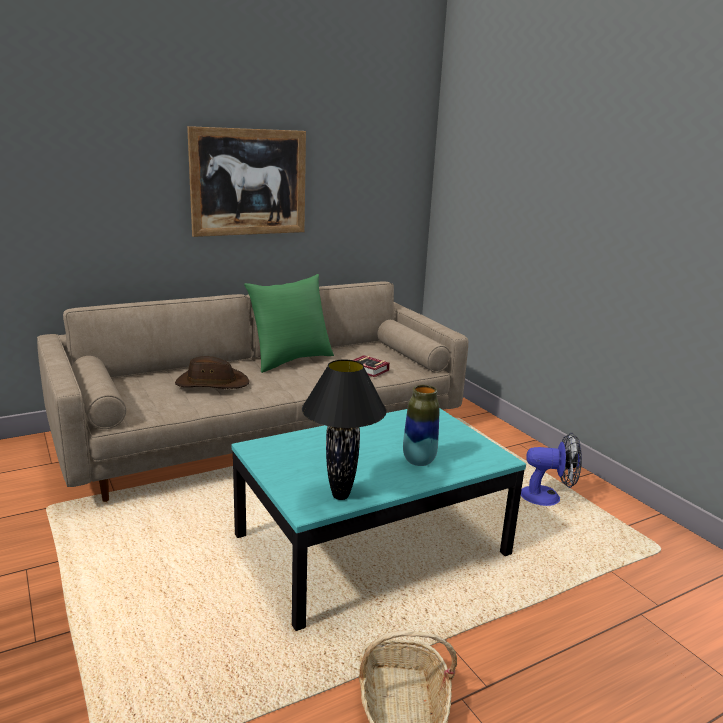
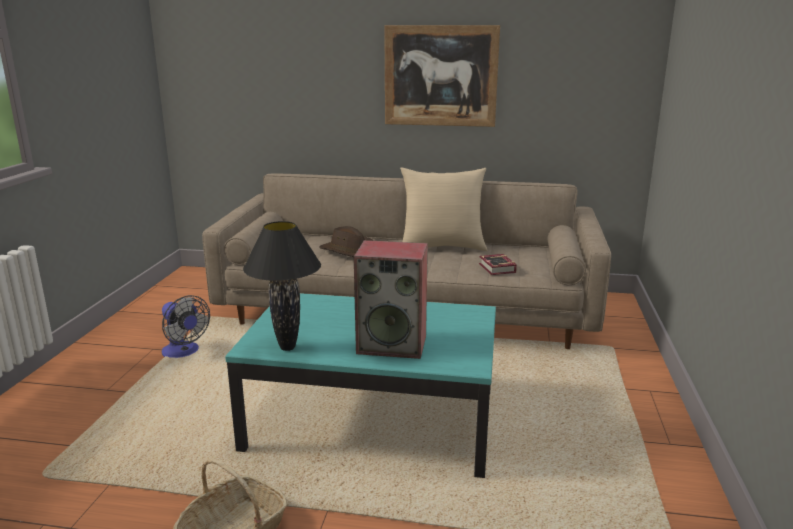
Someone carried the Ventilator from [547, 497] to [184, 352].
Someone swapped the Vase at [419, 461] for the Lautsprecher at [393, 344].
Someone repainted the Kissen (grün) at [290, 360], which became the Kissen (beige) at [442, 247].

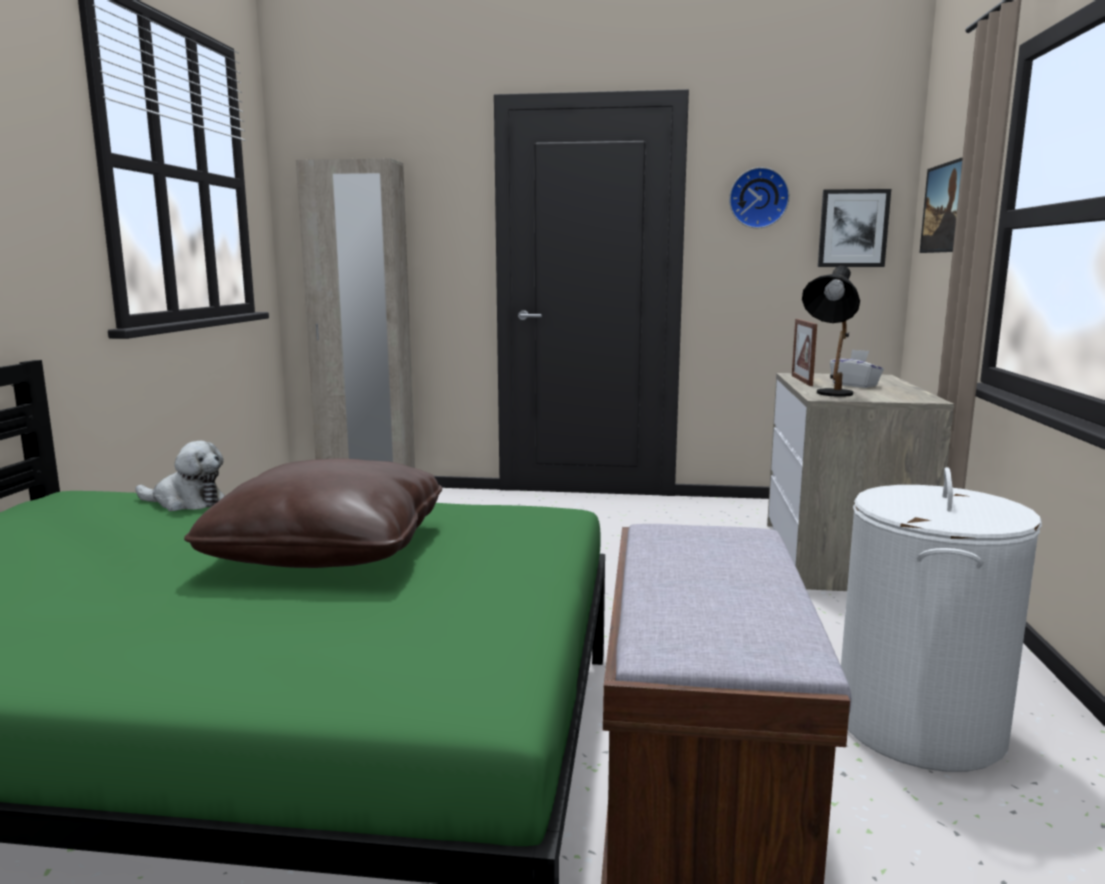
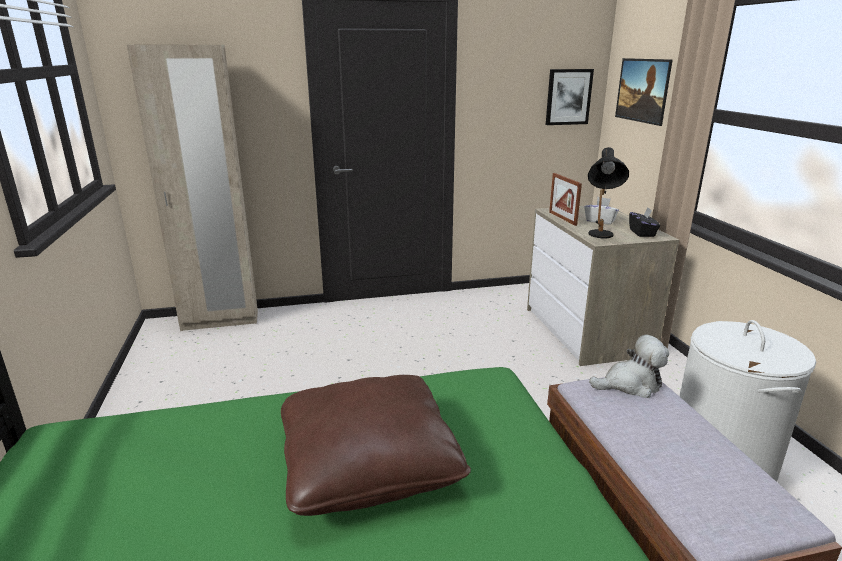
Someone carried the Plüschtier from [185, 502] to [630, 384].
Someone put down the Taschentuchbox (schwarz) at [642, 233].
Someone took away the Wanduhr at [758, 198].

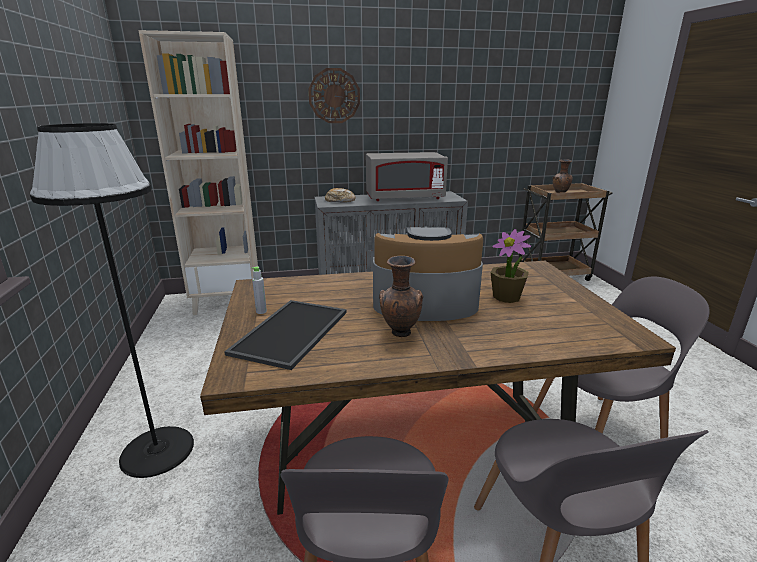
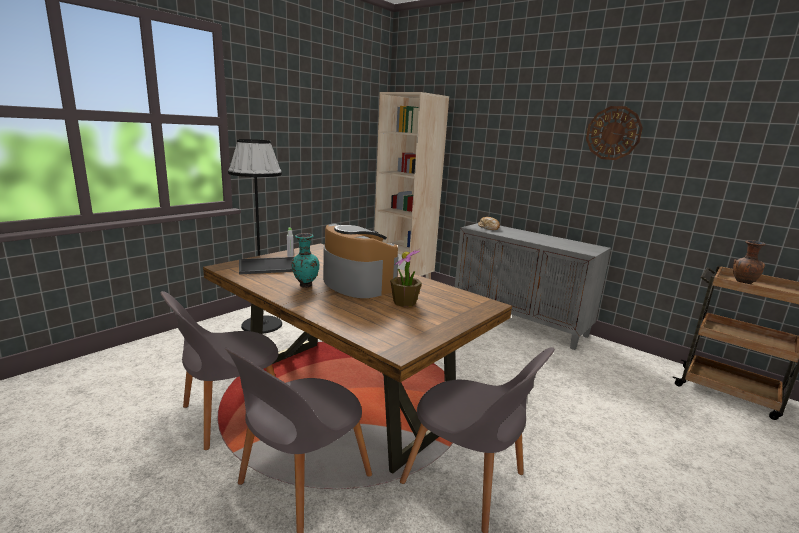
Someone repainted the Vase (braun) at [399, 333], which became the Vase (türkis) at [305, 285].
Someone carried the Wanduhr from [334, 96] to [613, 133].
Someone took away the Mikrowelle (grau) at [404, 198].

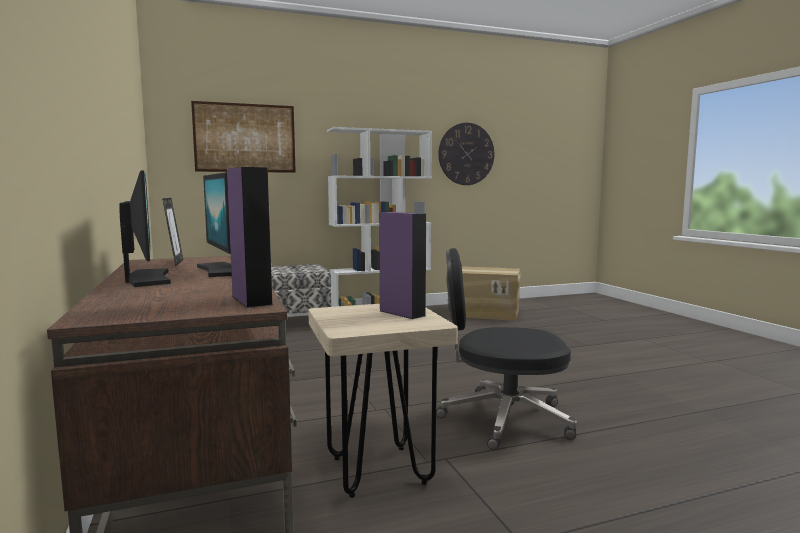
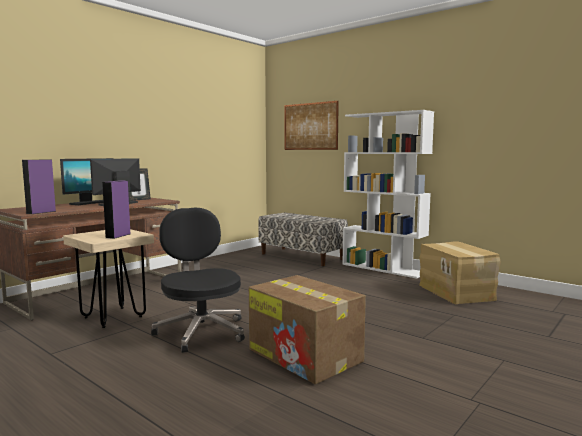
Someone put down the Karton at [306, 356].
Someone took away the Wanduhr at [466, 154].

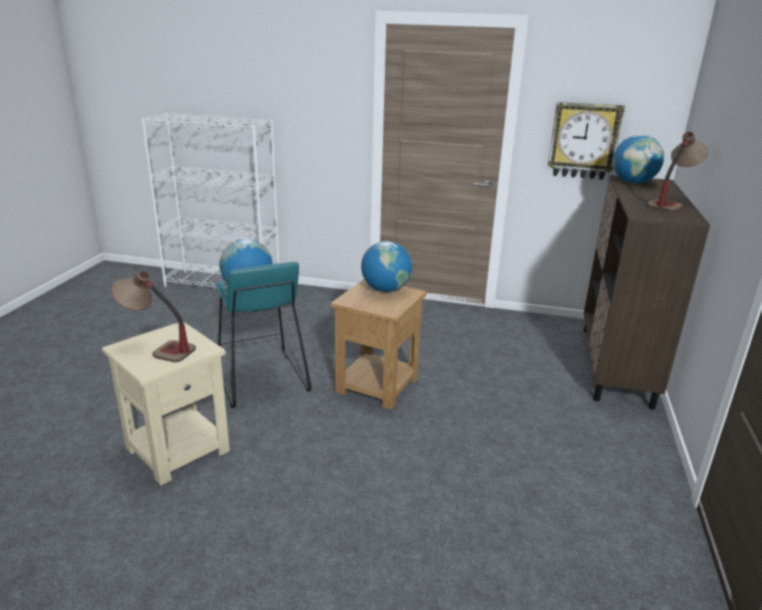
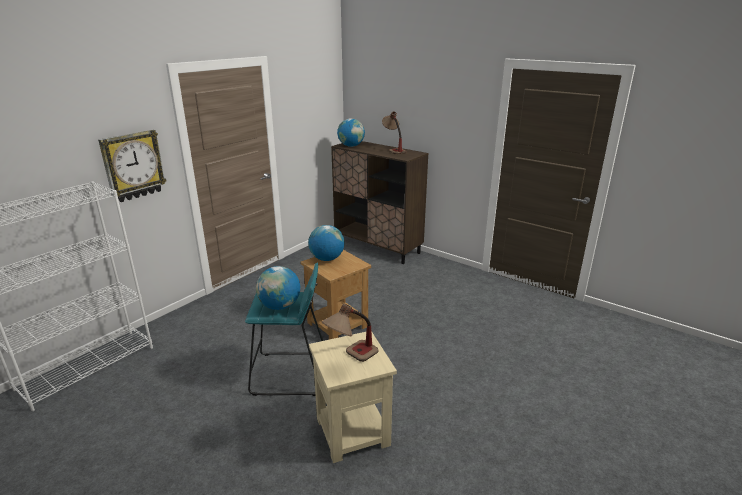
Someone carried the Wanduhr from [583, 141] to [133, 165].

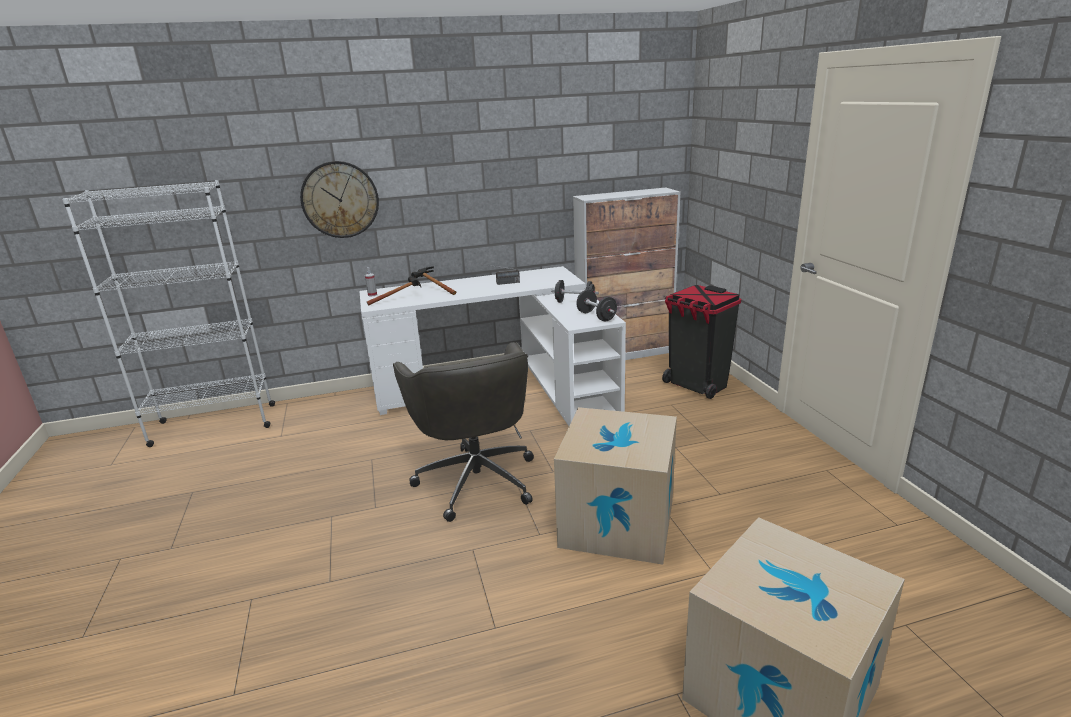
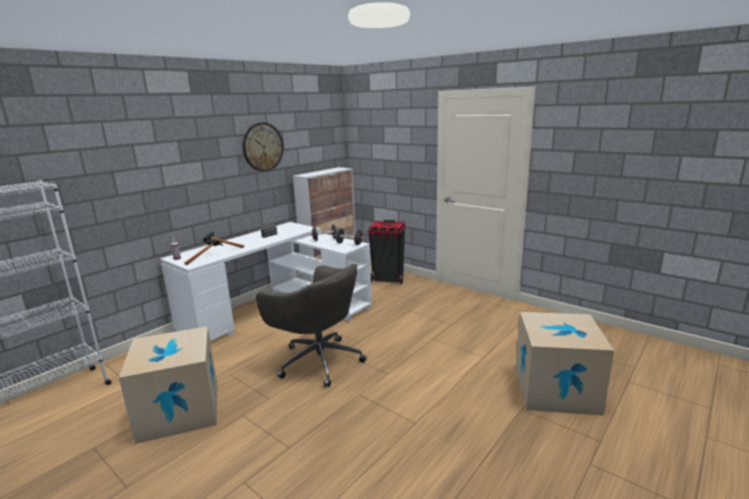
Someone carried the Karton from [617, 522] to [180, 410].
Someone carried the Wanduhr from [340, 199] to [262, 147].

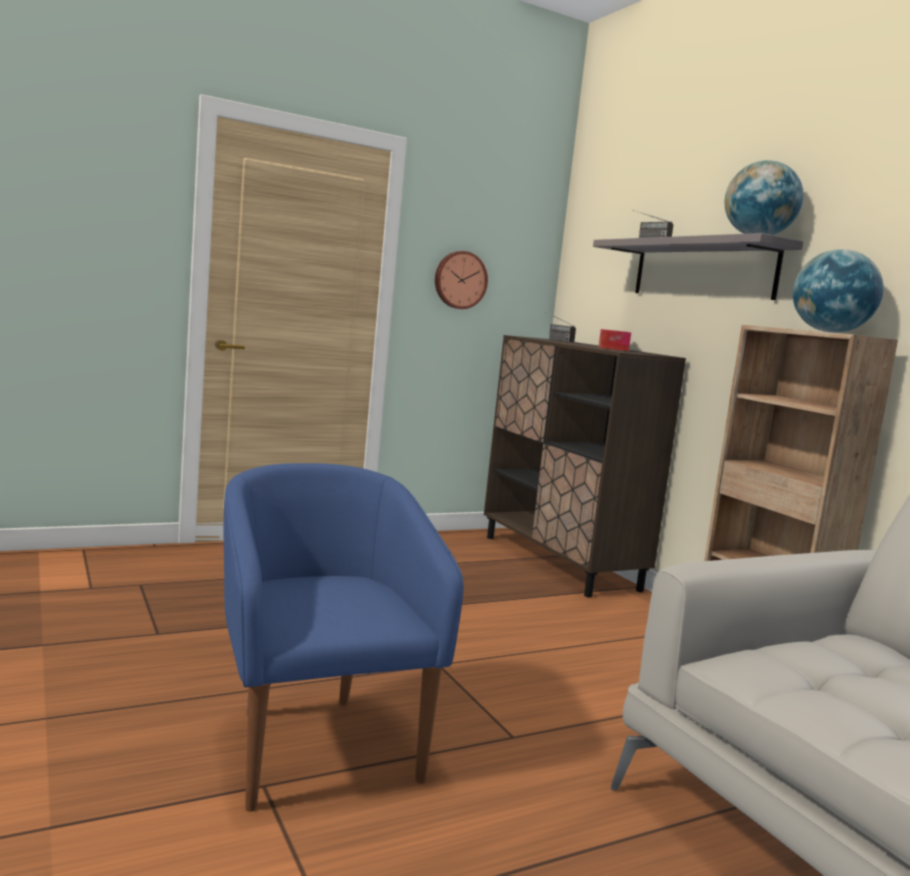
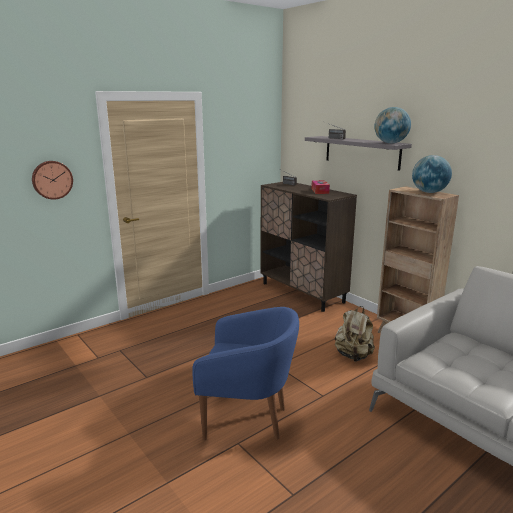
Someone carried the Wanduhr from [459, 280] to [52, 179].
Someone rotated the Sessel (blau) at [316, 745] by 135 degrees clockwise.
Someone put down the Rucksack (beige) at [353, 356].

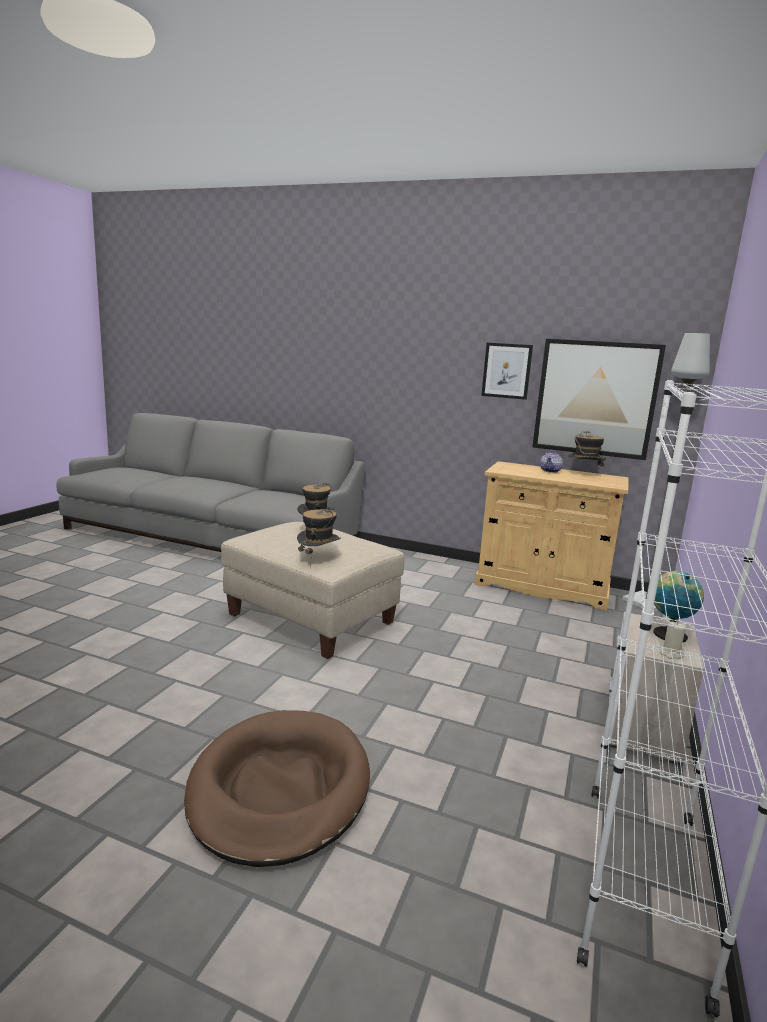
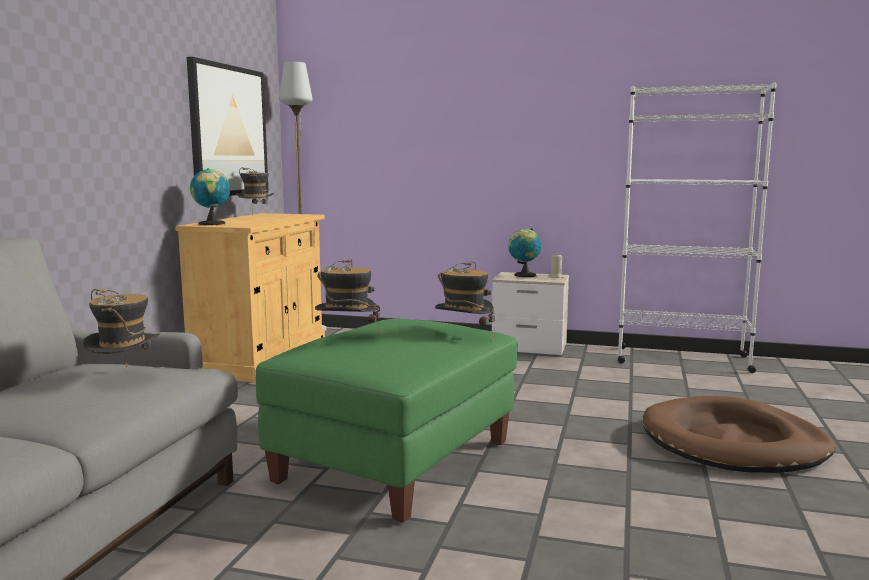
Someone put down the Hut at [125, 378].
Someone put down the Globus at [212, 224].
Someone repainted the Polsterhocker (beige) at [311, 620], which became the Polsterhocker (grün) at [396, 462].
Someone took away the Bild at [506, 371].
Someone took away the Teekanne at [550, 471].

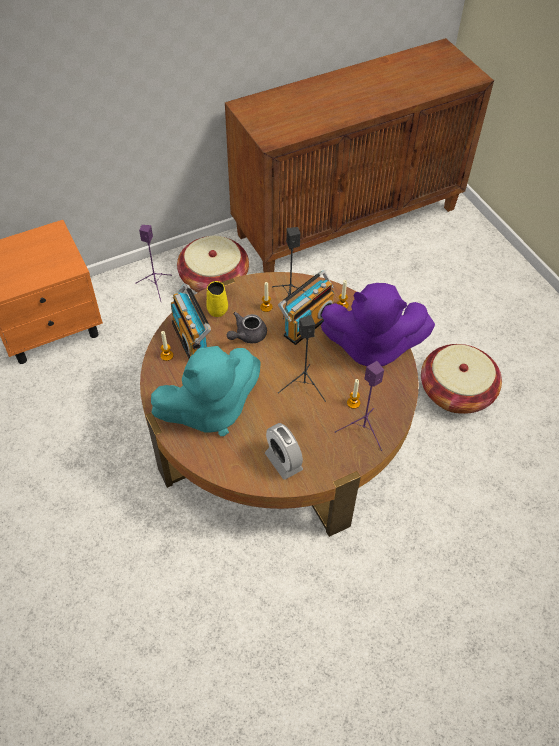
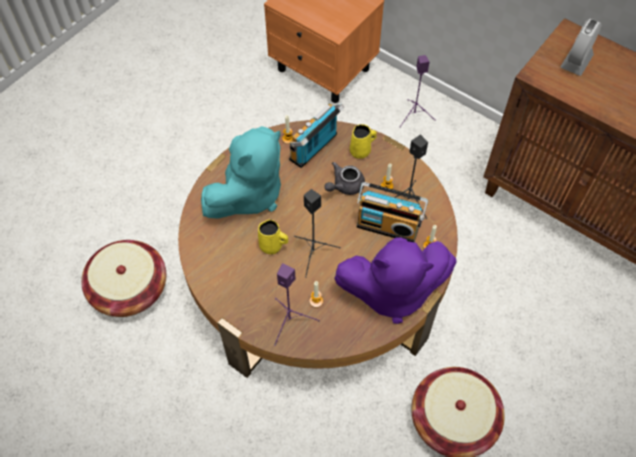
Someone carried the Korb from [214, 279] to [129, 289].
Someone rotated the Plüschtier (türkis) at [210, 410] by 90 degrees counterclockwise.
Someone put down the Henkelbecher (gelb) at [272, 246].
Someone rotated the Teekanne (grau) at [247, 335] by 60 degrees counterclockwise.
Someone rotated the Plüschtier (lila) at [371, 347] by 75 degrees counterclockwise.
Someone carried the Wecker from [283, 461] to [576, 61].

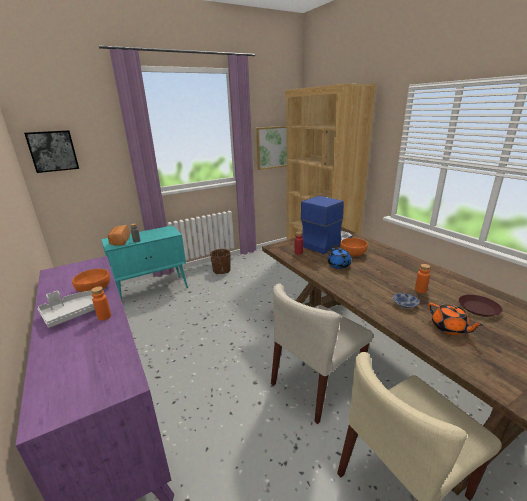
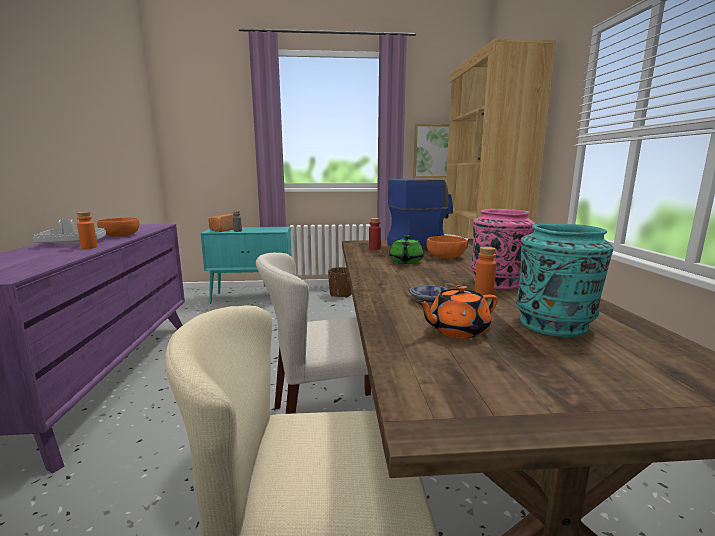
Someone repainted the Teekanne (blau) at [339, 265], which became the Teekanne (grün) at [405, 262].
Someone rotated the Teekanne (orange) at [449, 328] by 75 degrees clockwise.
Someone put down the Vase (rosa) at [497, 282].
Someone swapped the Teller (braun) at [478, 308] for the Vase (türkis) at [554, 324].
Someone took away the Bild at [53, 151].

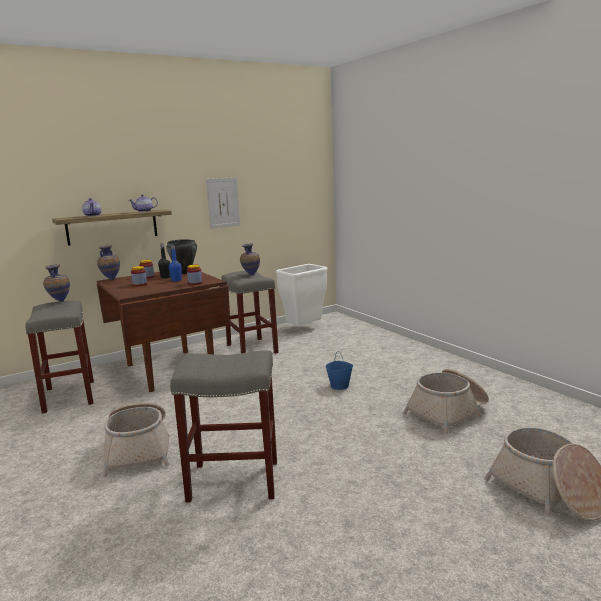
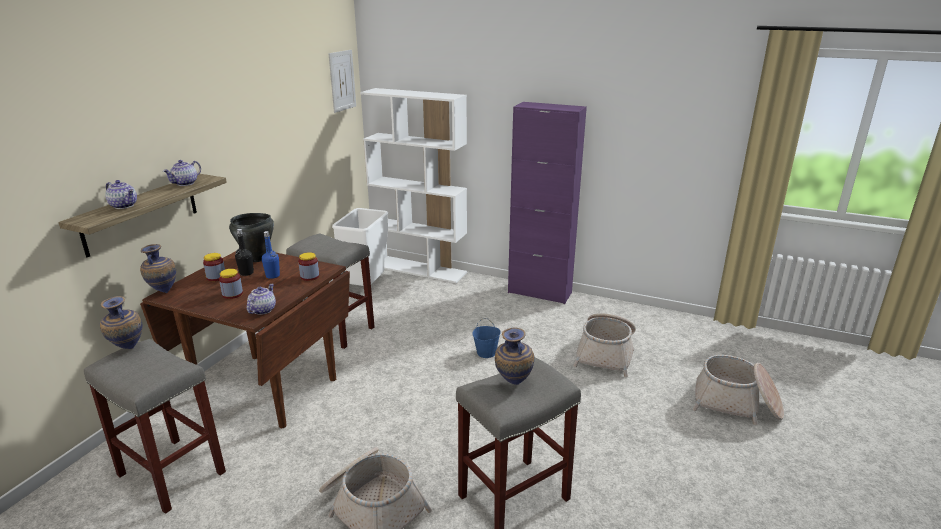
Someone put down the Teekanne at [262, 310].
Someone carried the Bild from [223, 202] to [342, 81].
Someone put down the Bücherregal (weiß) at [420, 269].
Someone carried the Vase from [250, 275] to [512, 384].
Someone put down the Schrank (lila) at [539, 292].

